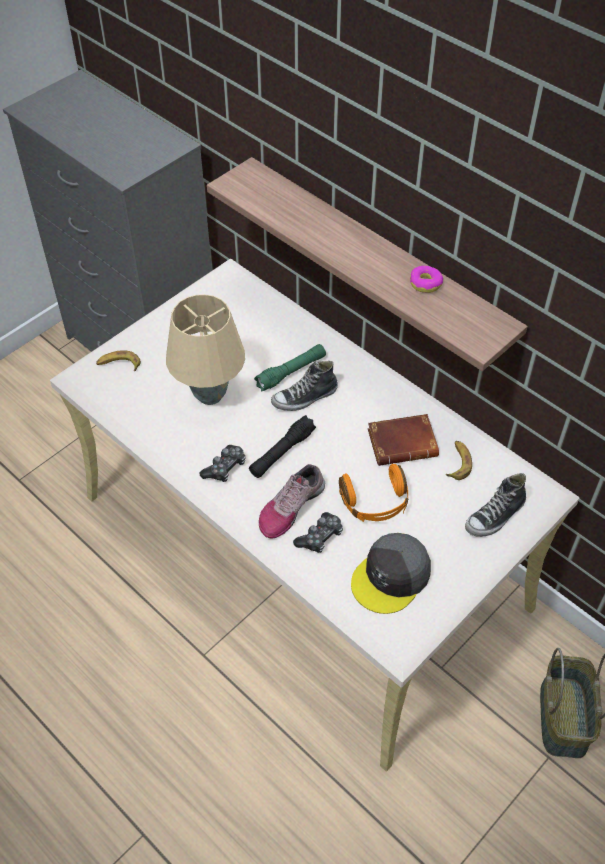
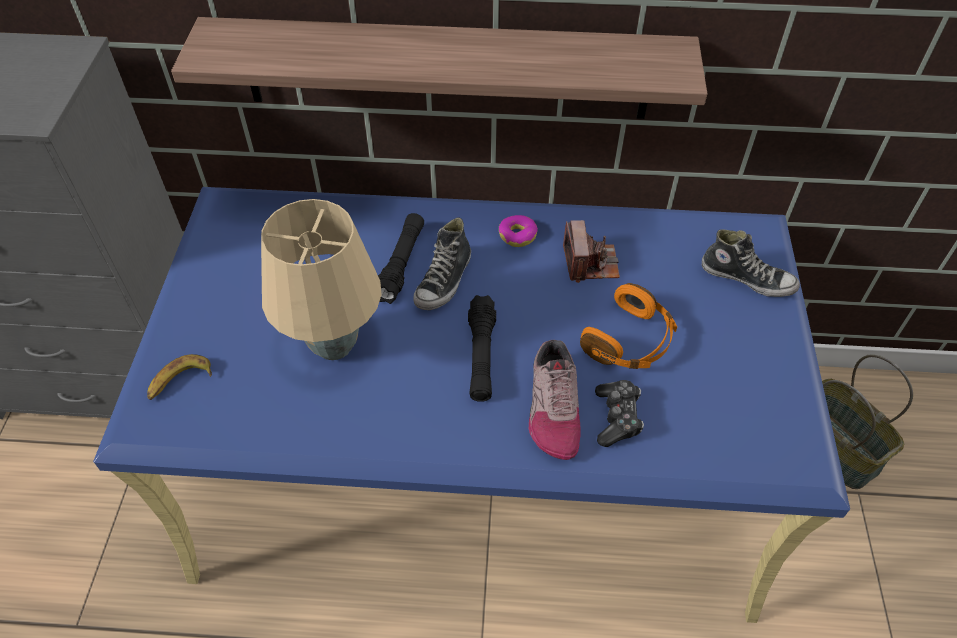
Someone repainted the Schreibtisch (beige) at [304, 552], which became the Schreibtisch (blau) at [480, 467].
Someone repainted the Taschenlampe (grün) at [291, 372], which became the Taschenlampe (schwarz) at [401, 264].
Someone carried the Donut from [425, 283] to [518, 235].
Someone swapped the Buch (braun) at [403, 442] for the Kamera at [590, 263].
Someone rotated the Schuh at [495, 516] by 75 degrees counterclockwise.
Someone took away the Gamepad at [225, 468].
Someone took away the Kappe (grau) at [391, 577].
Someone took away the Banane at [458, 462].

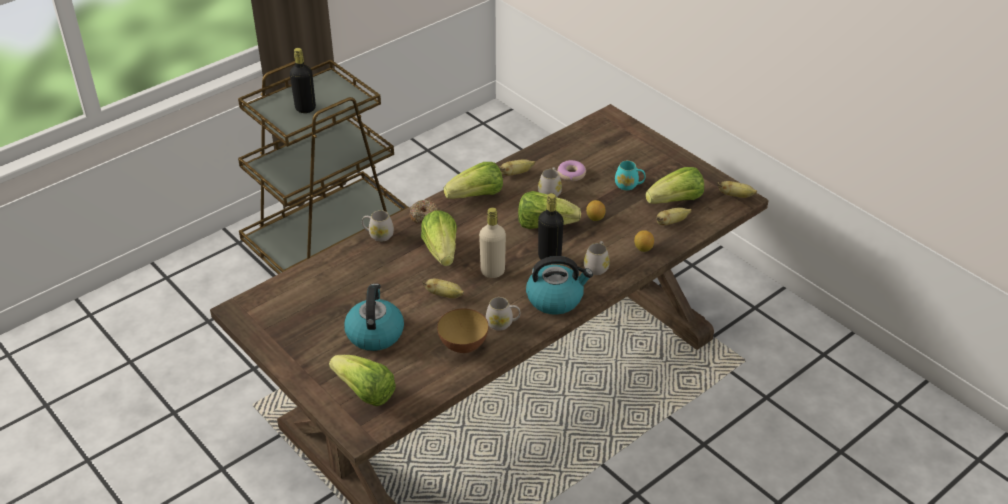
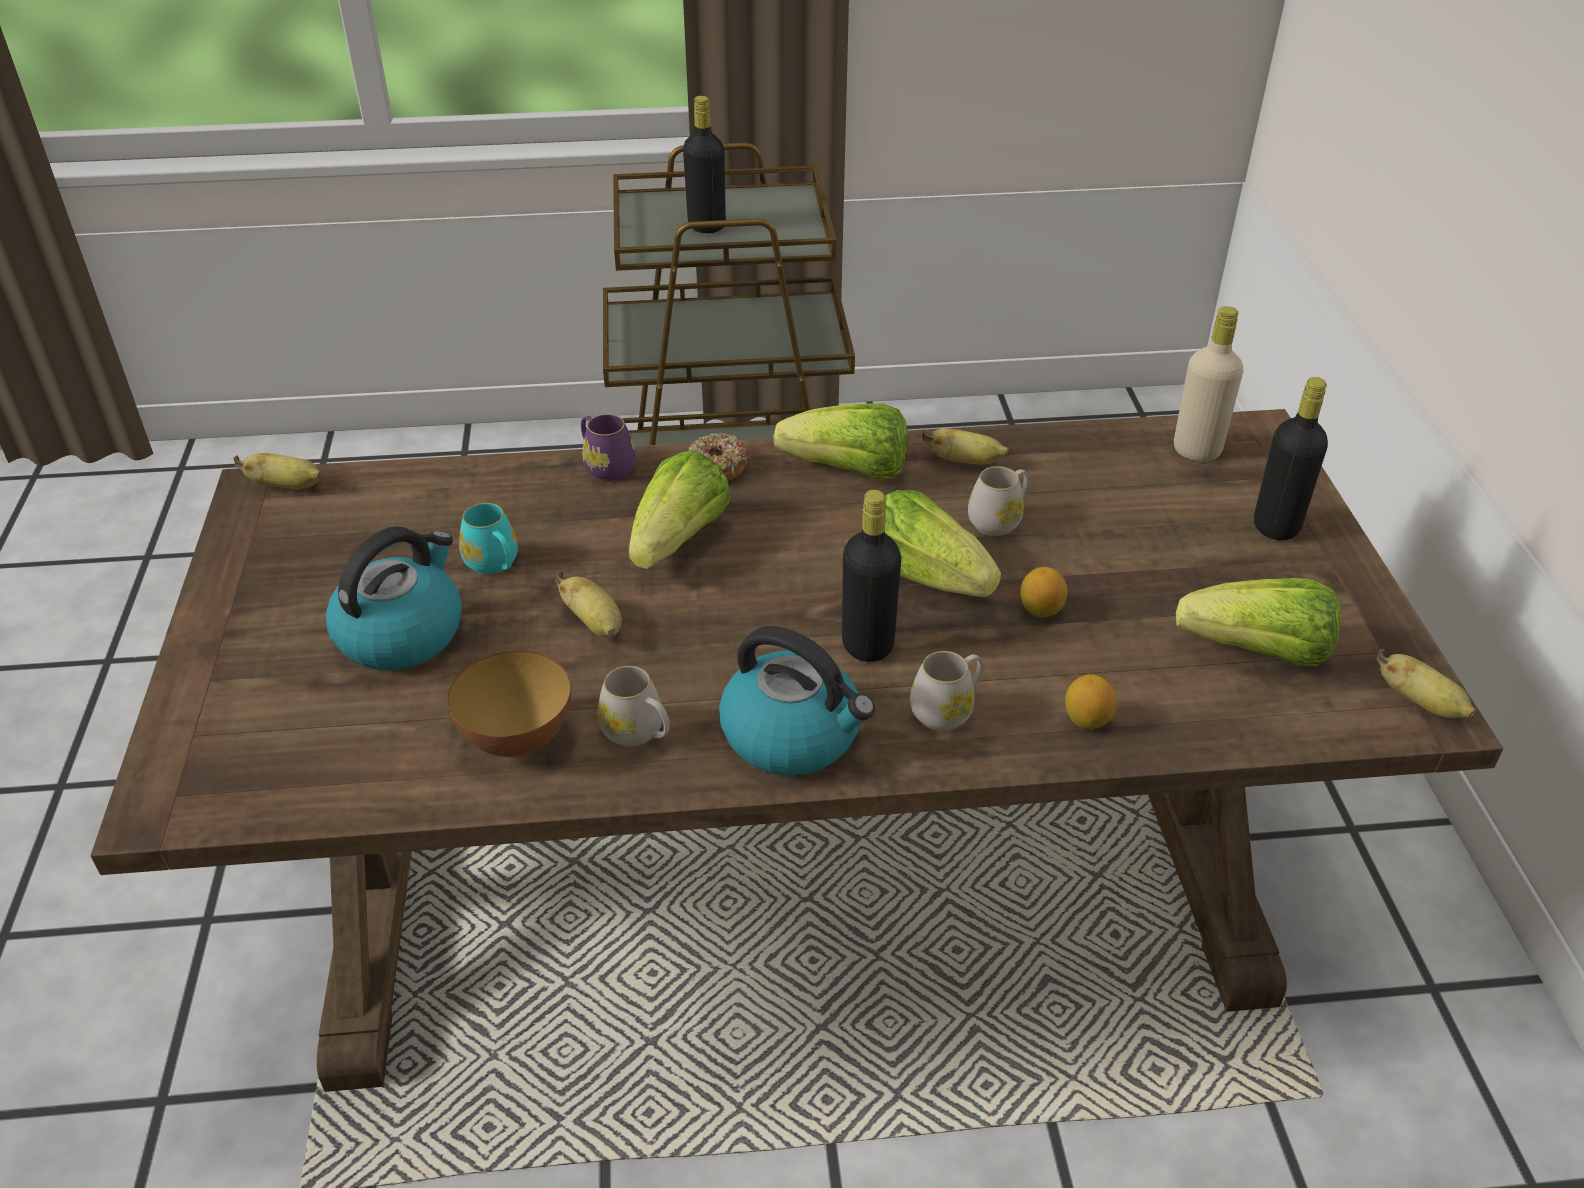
Someone carried the Banane from [671, 222] to [287, 486].
Someone carried the Henkelbecher (türkis) from [629, 185] to [495, 564].
Someone repainted the Henkelbecher (weiß) at [378, 235], which became the Henkelbecher (lila) at [605, 466].
Someone carried the Flasche (beige) from [492, 271] to [1196, 450].
Someone put down the Flasche (schwarz) at [1276, 526].
Someone took away the Salatkopf at [364, 392].
Someone took away the Donut at [571, 174].

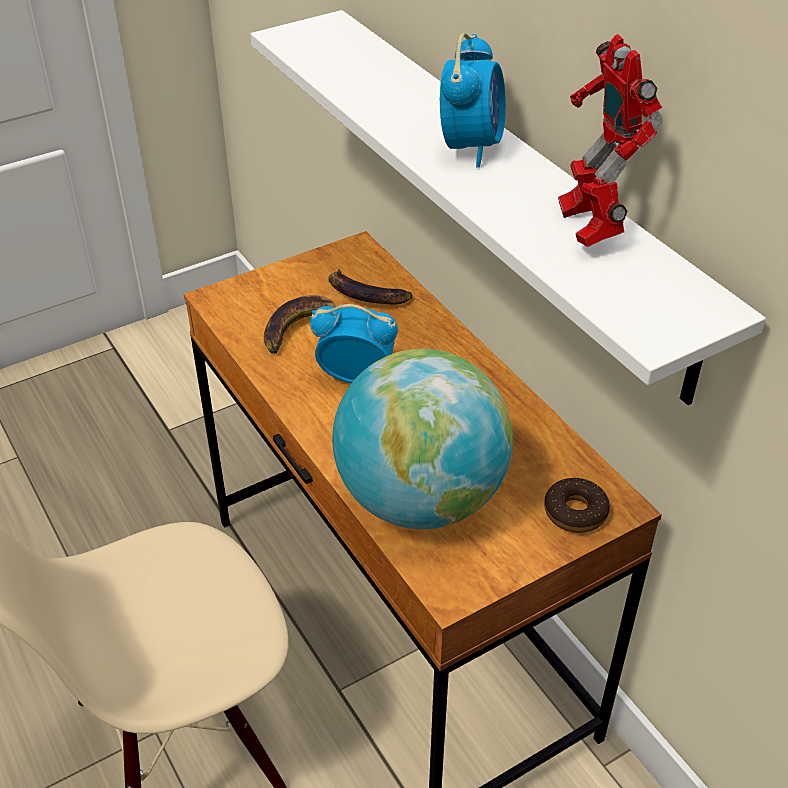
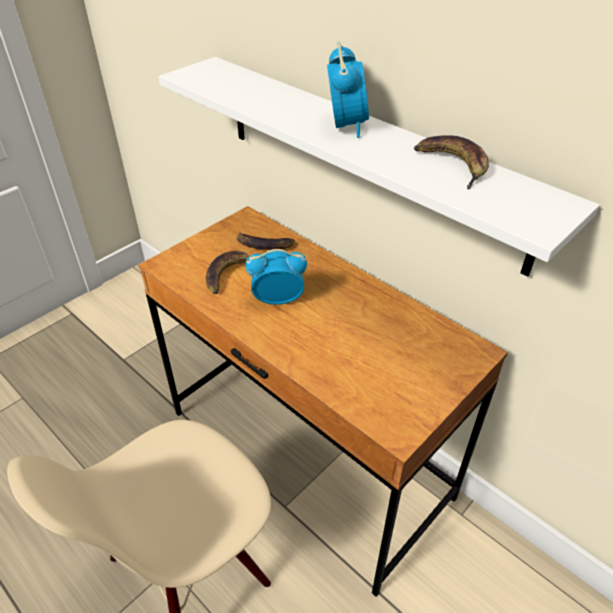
Someone swapped the Spielzeugroboter at [589, 227] for the Banane at [453, 165].
Someone took away the Globus at [420, 499].
Someone took away the Donut at [575, 512].

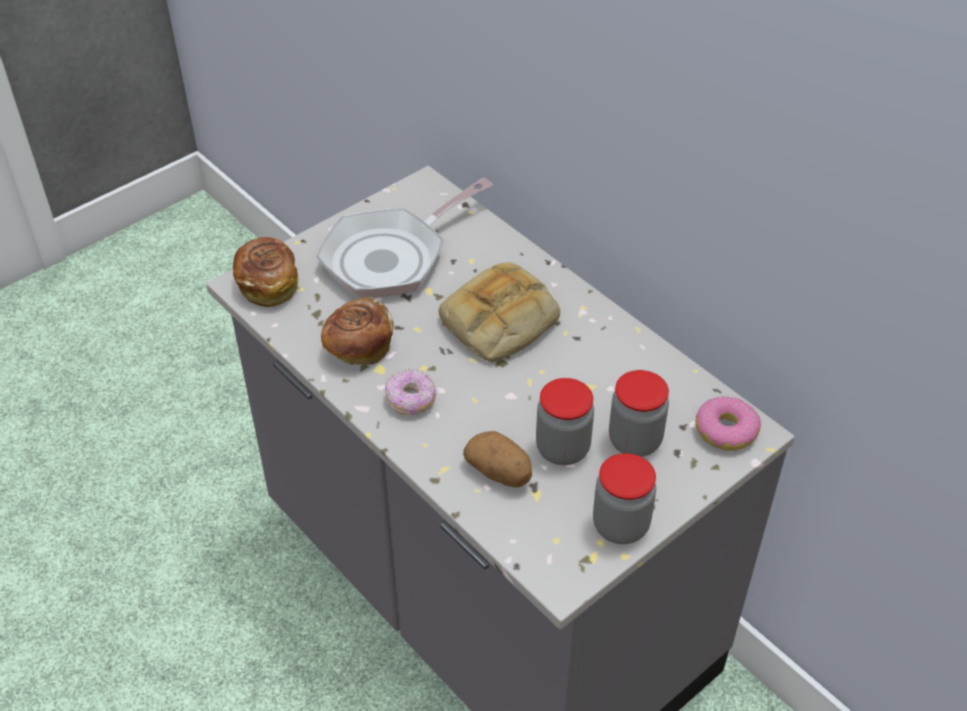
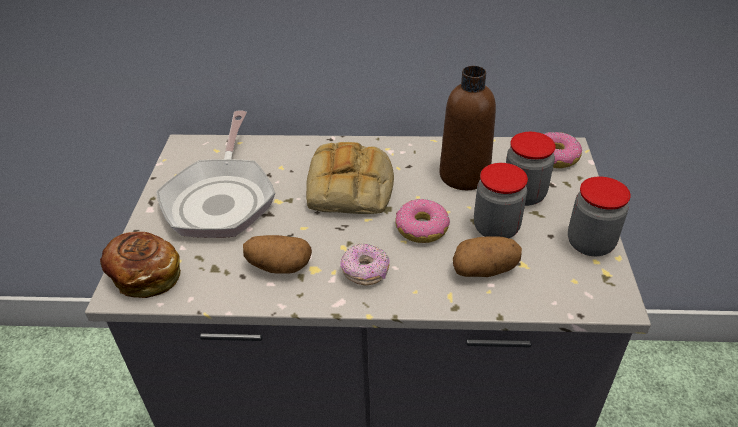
Someone swapped the Brot at [358, 347] for the Kartoffel at [278, 267].
Someone put down the Donut at [422, 228].
Someone put down the Flasche (braun) at [464, 175].

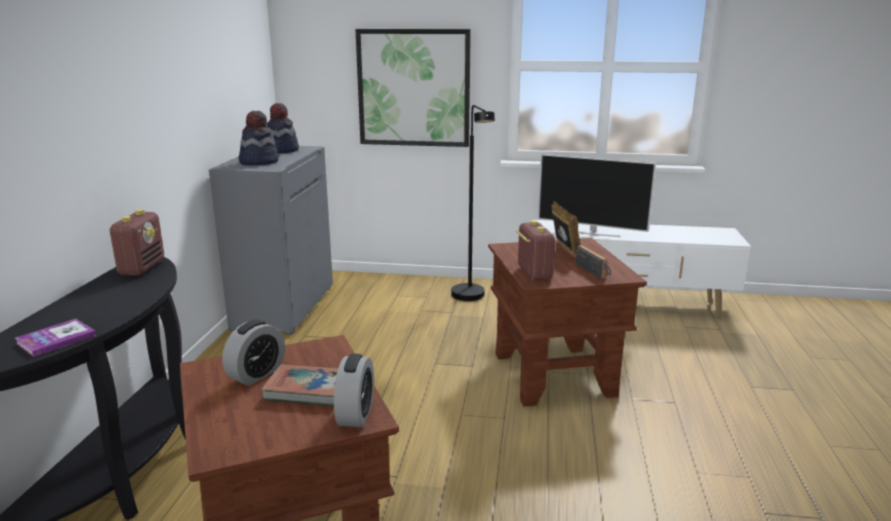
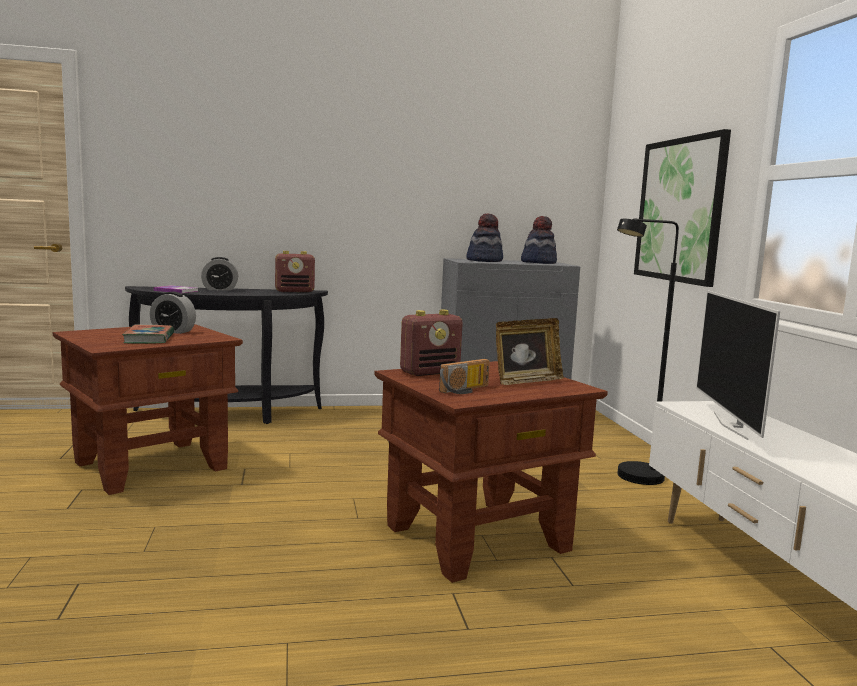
Someone carried the Wecker from [356, 414] to [220, 289].

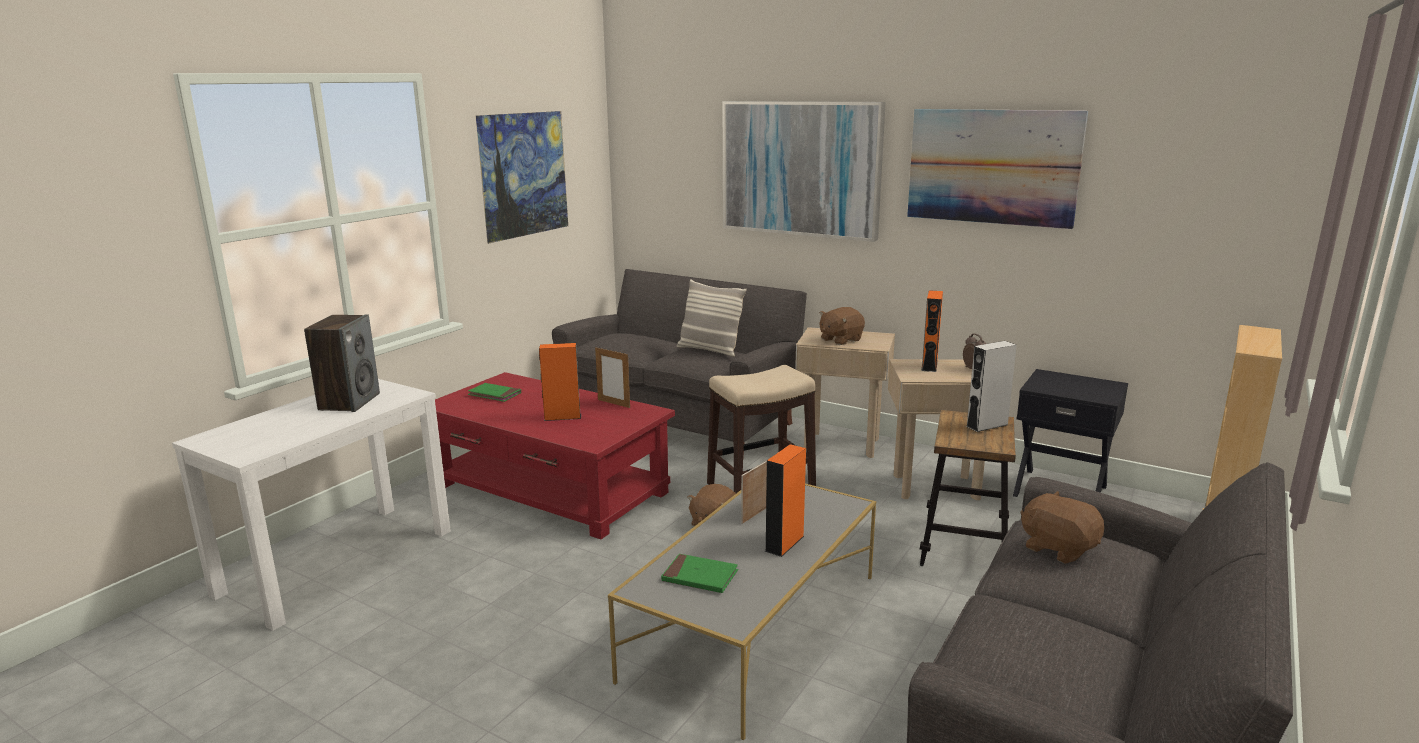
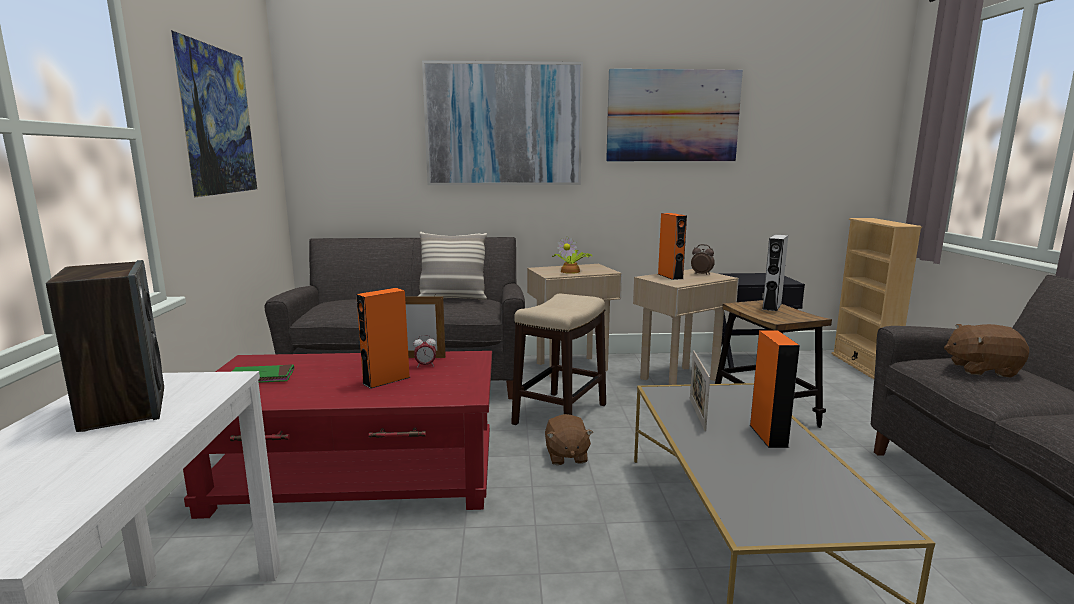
Someone put down the Wecker at [425, 365].
Someone swapped the Plüschtier (braun) at [840, 340] for the Topfpflanze at [571, 271].
Someone took away the Buch (grün) at [700, 577].

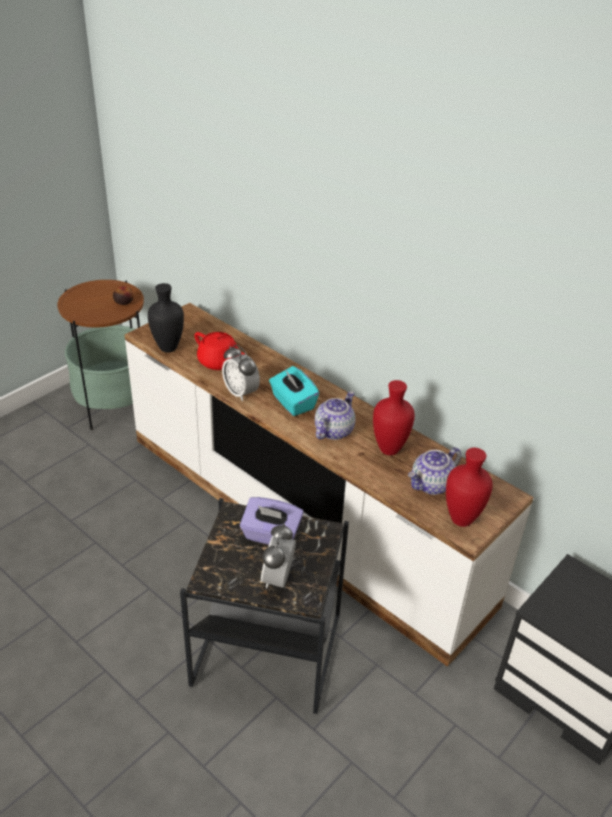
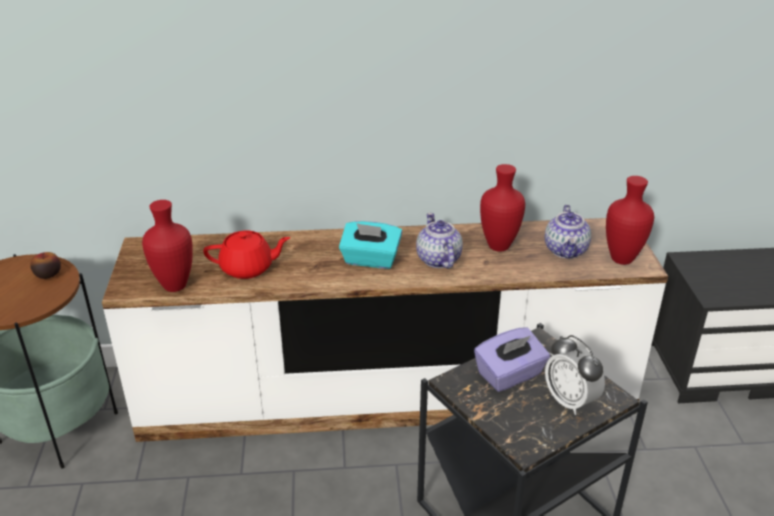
Someone repainted the Vase (schwarz) at [168, 347], which became the Vase (rot) at [173, 286].
Someone took away the Wecker at [241, 393].

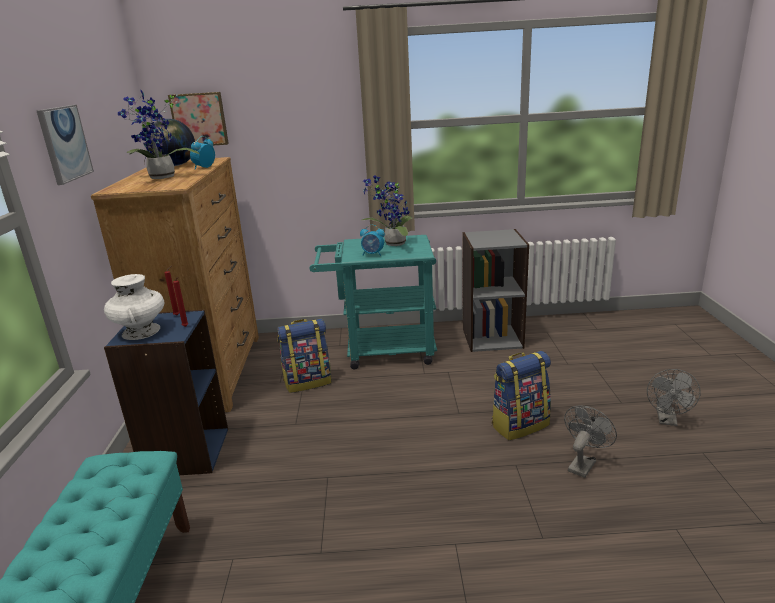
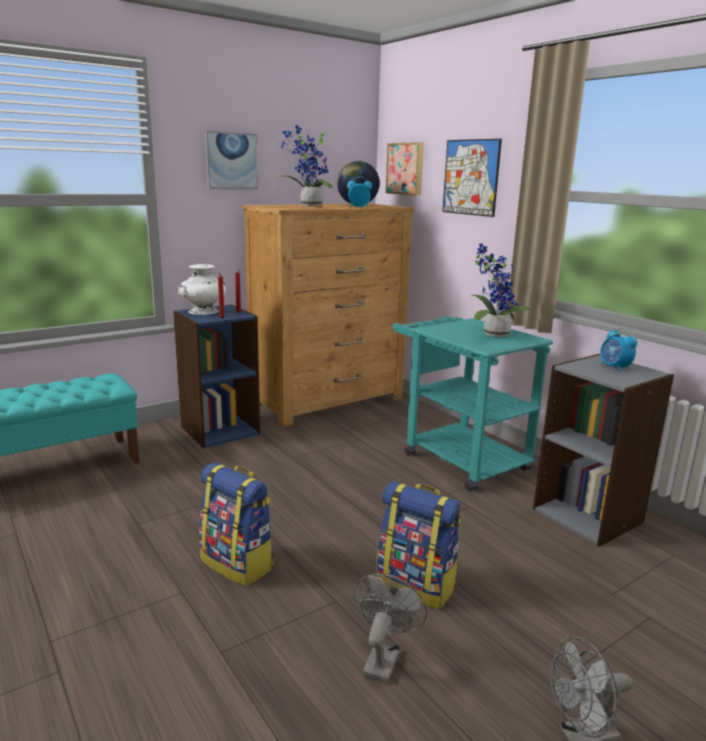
Someone carried the Rucksack from [308, 382] to [238, 563].
Someone rotated the Ventilator (grau) at [583, 463] by 75 degrees counterclockwise.
Someone put up the Bild at [470, 177].
Someone carried the Wecker from [373, 254] to [614, 368].

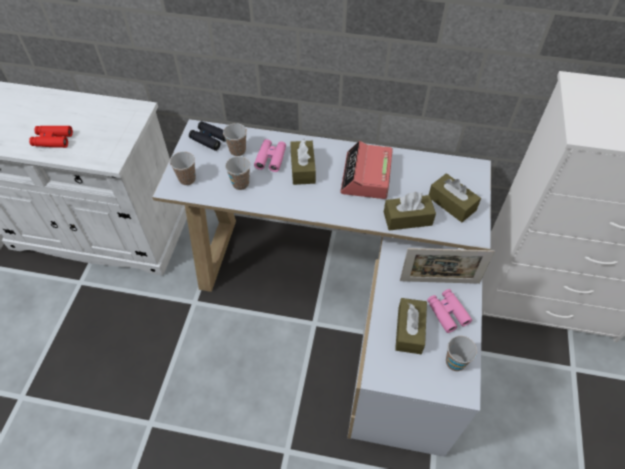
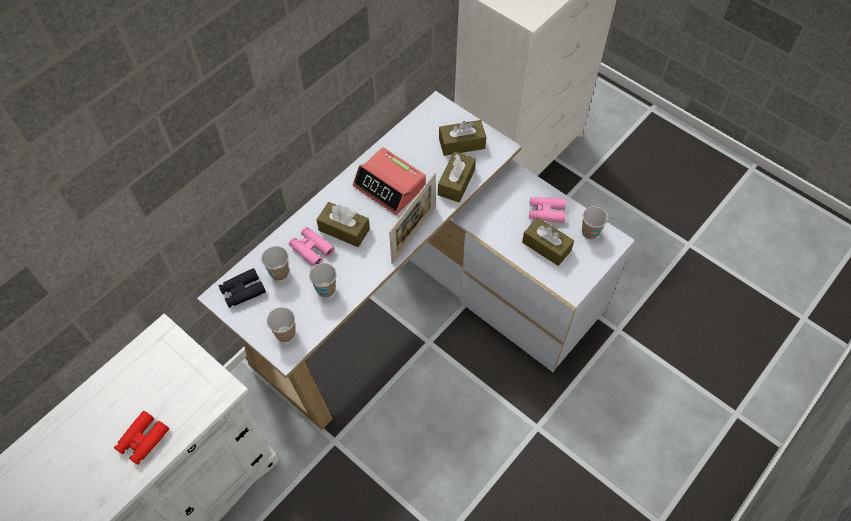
Someone carried the Bilderrahmen from [439, 281] to [413, 234].

